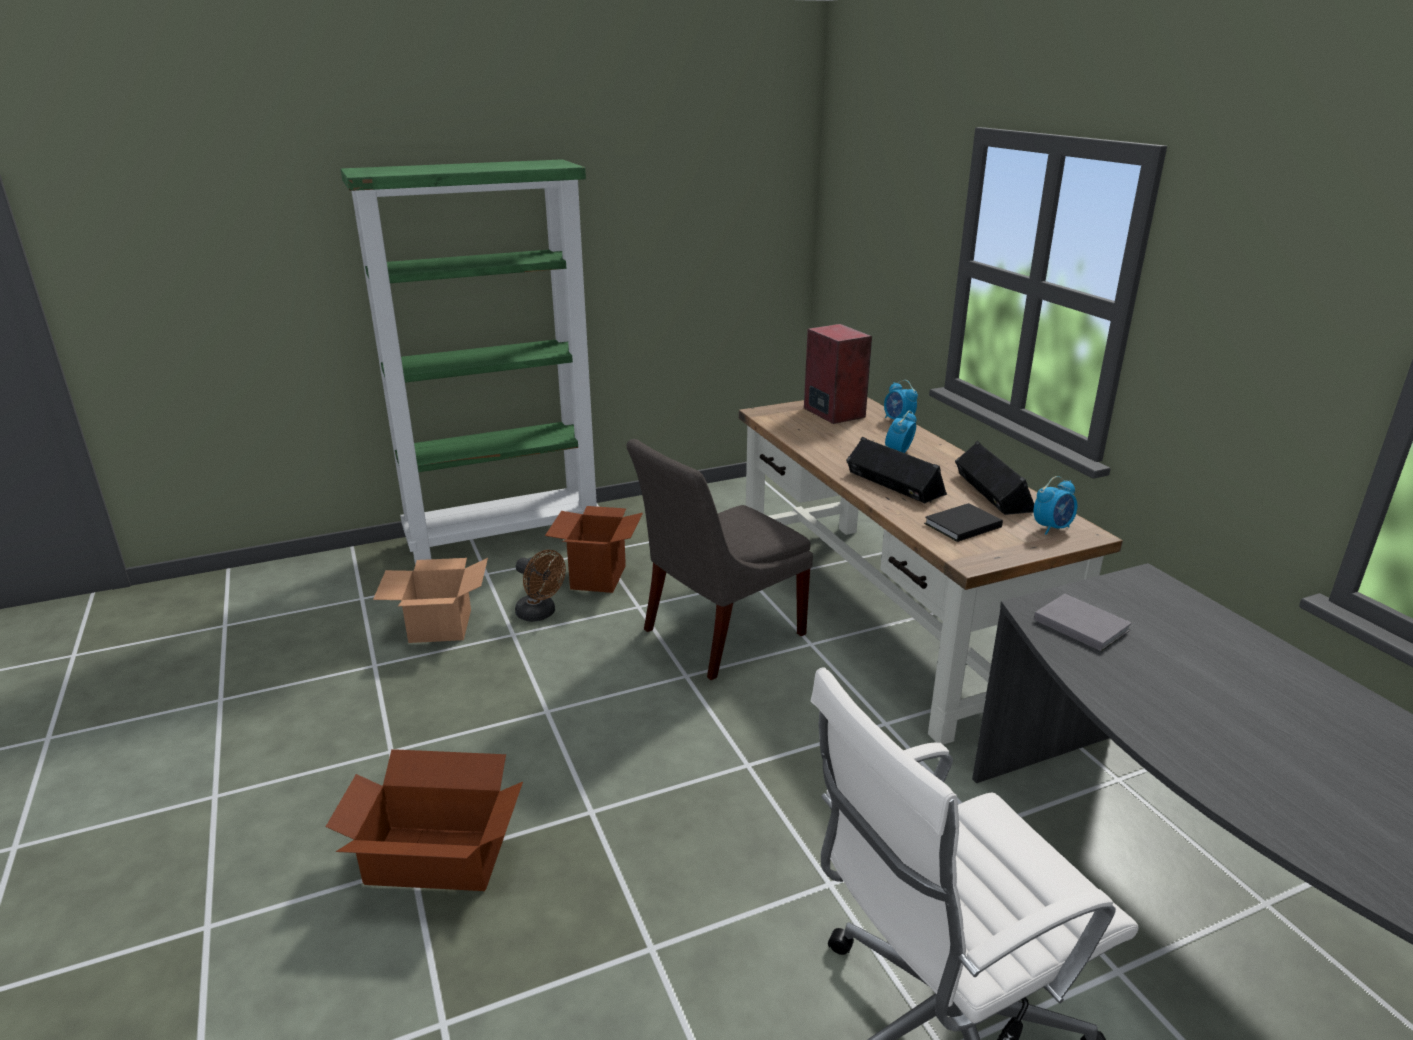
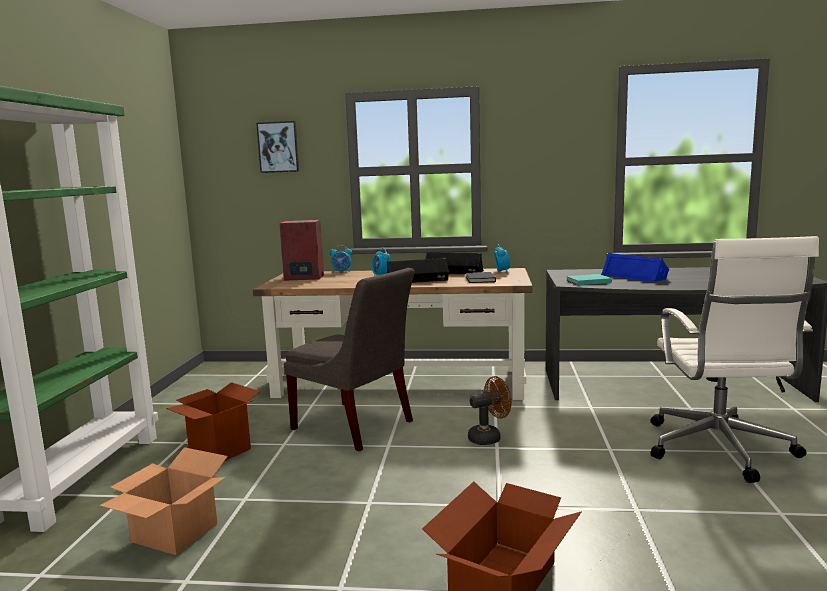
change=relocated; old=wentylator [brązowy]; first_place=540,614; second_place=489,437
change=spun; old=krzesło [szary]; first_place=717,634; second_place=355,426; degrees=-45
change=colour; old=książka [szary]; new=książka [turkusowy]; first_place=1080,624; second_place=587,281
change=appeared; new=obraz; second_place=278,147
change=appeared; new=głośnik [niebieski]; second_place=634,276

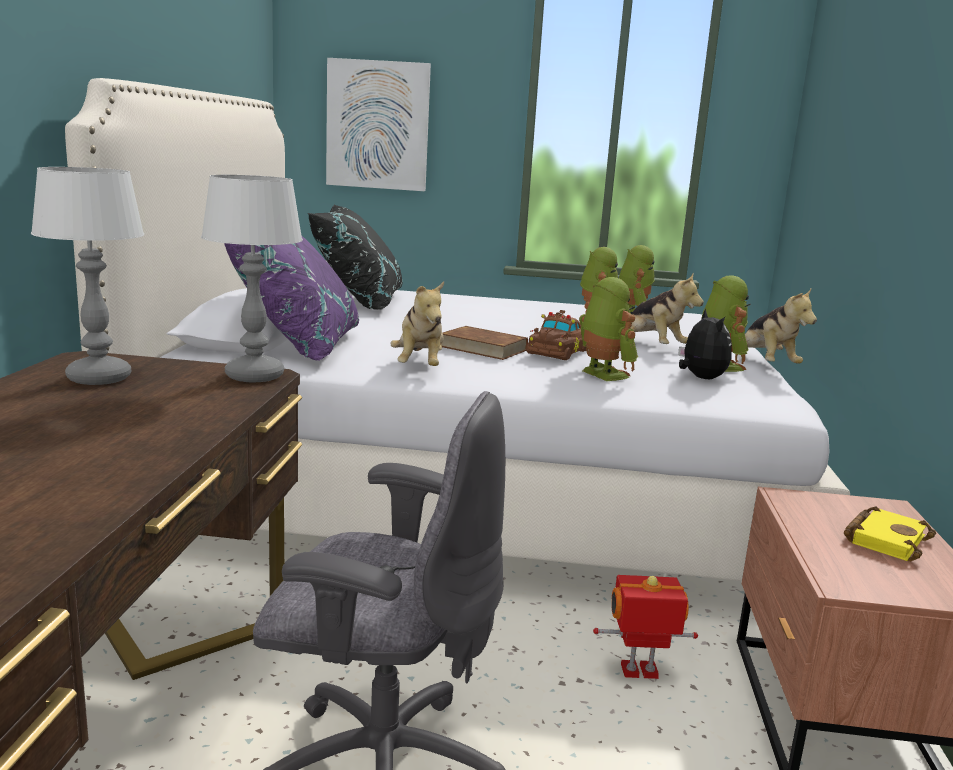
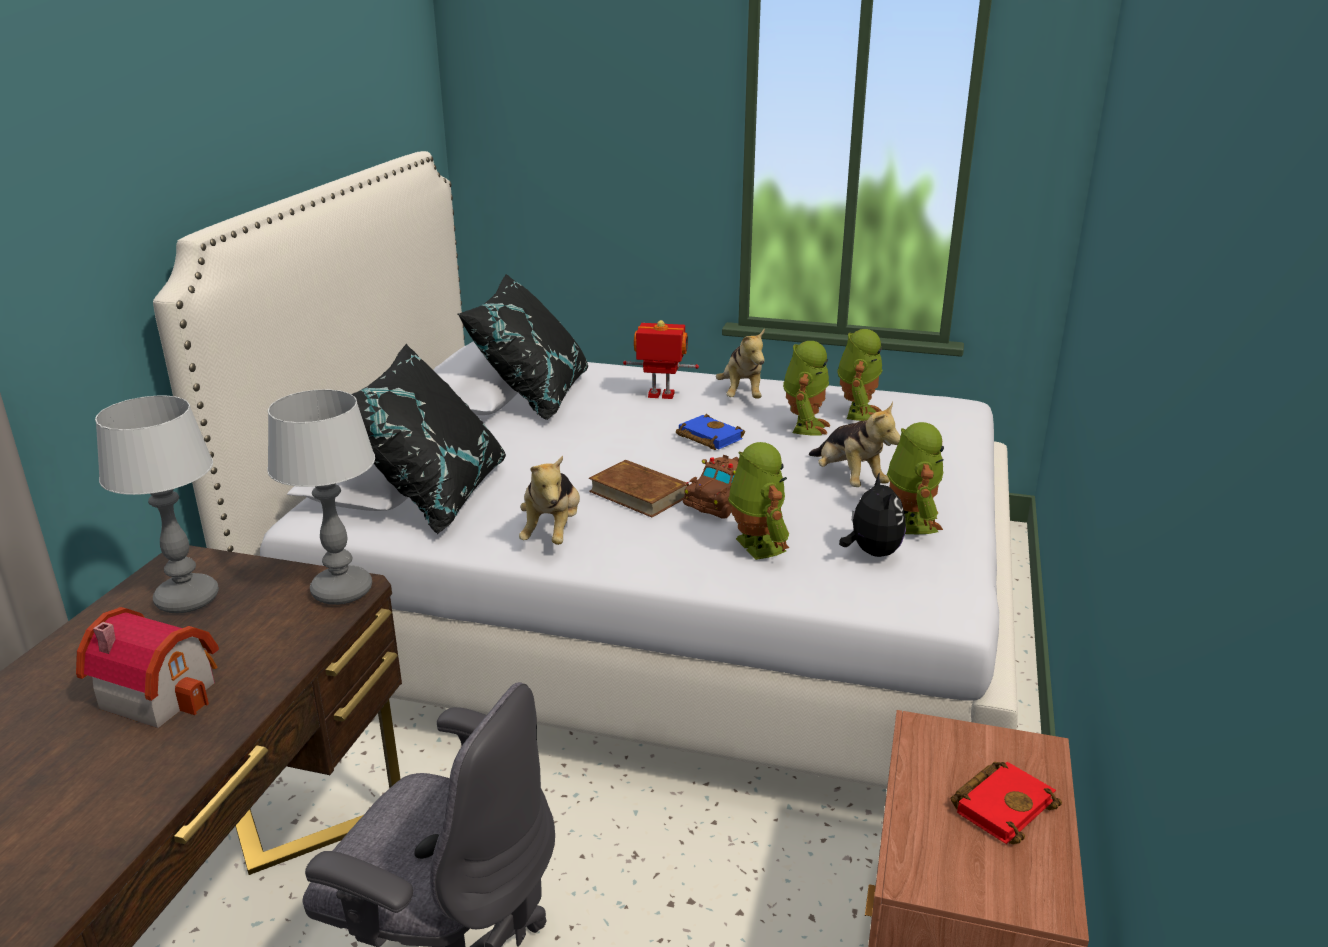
change=colour; old=poduszka [fioletowy]; new=poduszka [czarny]; first_place=298,346; second_place=432,495
change=missing; old=obraz; first_place=378,125
change=relocated; old=robot zabawkowy; first_place=639,672; second_place=661,396
change=relocated; old=pluszak; first_place=765,364; second_place=741,395
change=colour; old=książka [żółty]; new=książka [czerwony]; first_place=885,539; second_place=1002,805
change=appeared; new=domek; second_place=161,691
change=appeared; new=książka [niebieski]; second_place=707,437

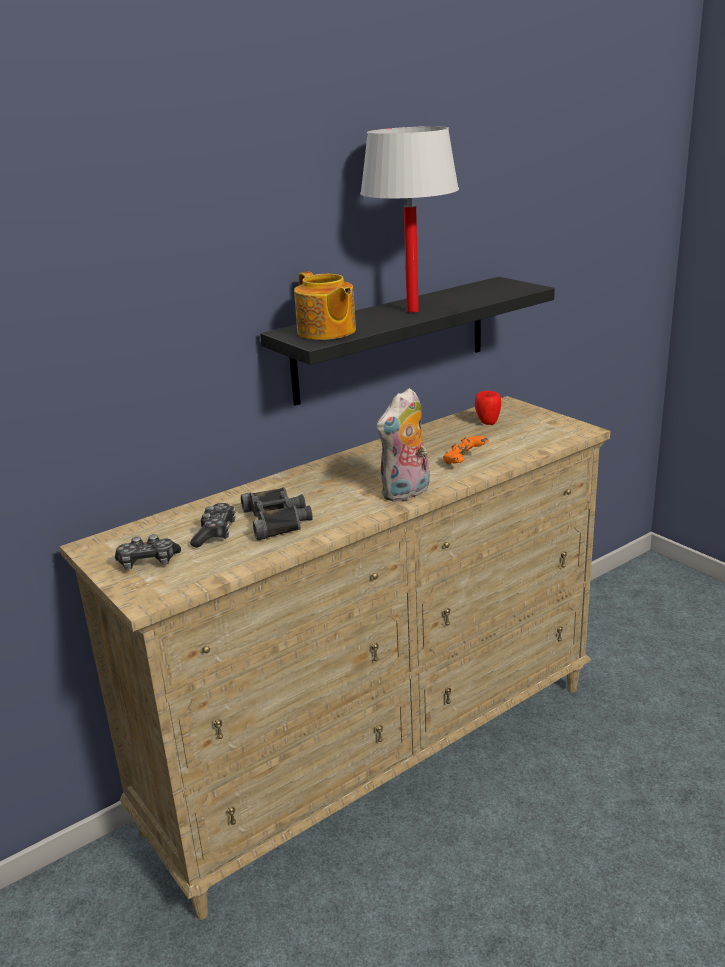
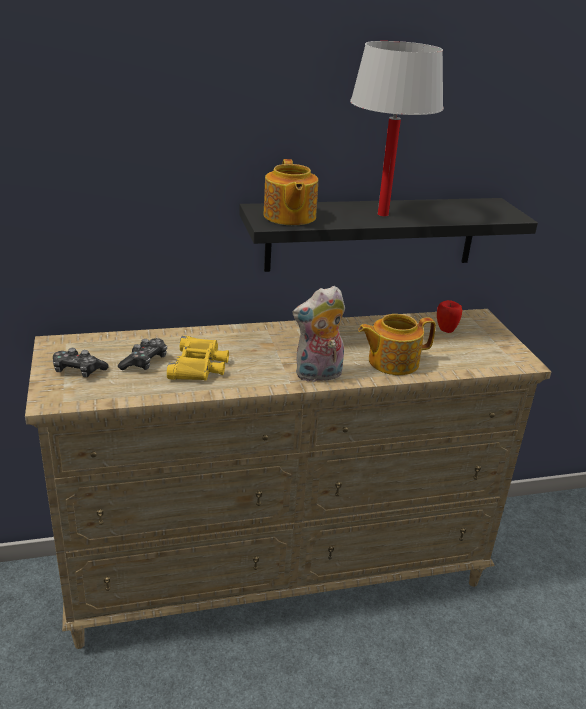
change=colour; old=lornetka [czarny]; new=lornetka [żółty]; first_place=277,520; second_place=199,366
change=exchanged; old=pad do gier [pomarańczowy]; new=imbryk; first_place=464,462; second_place=392,362

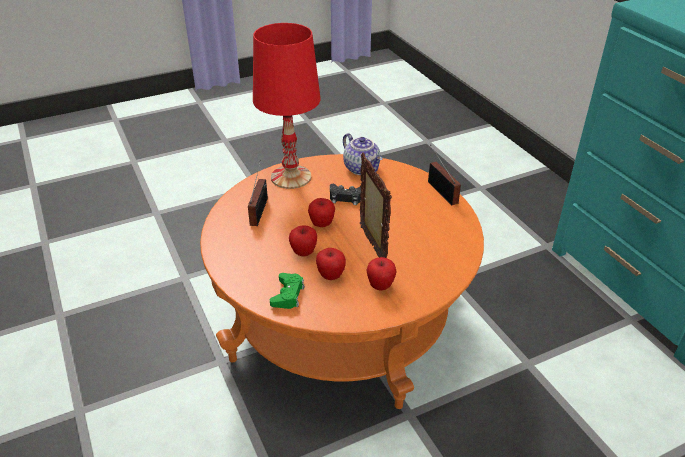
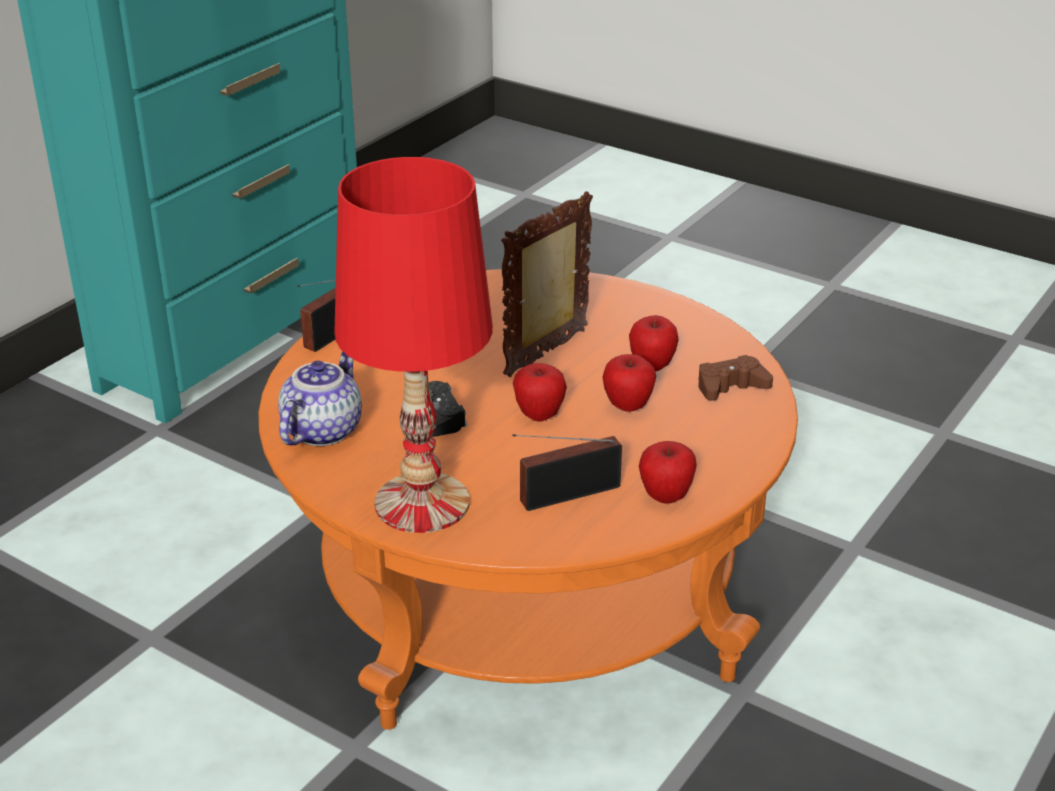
change=colour; old=pad do gier [zielony]; new=pad do gier [brązowy]; first_place=288,295; second_place=730,386
change=relocated; old=jabłko; first_place=380,286; second_place=665,496

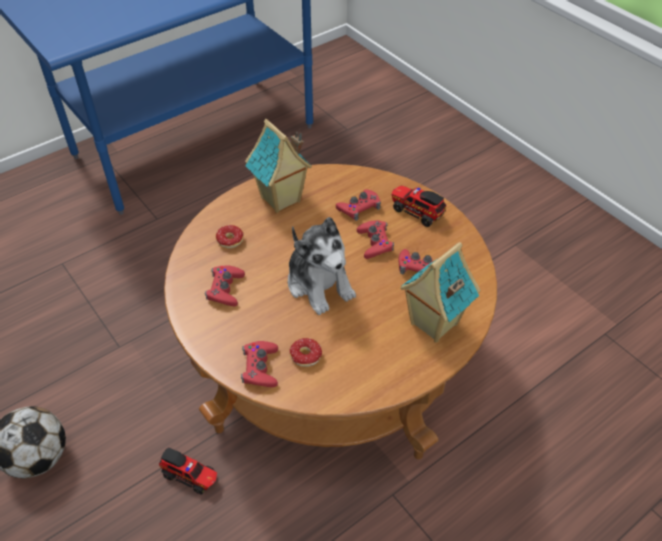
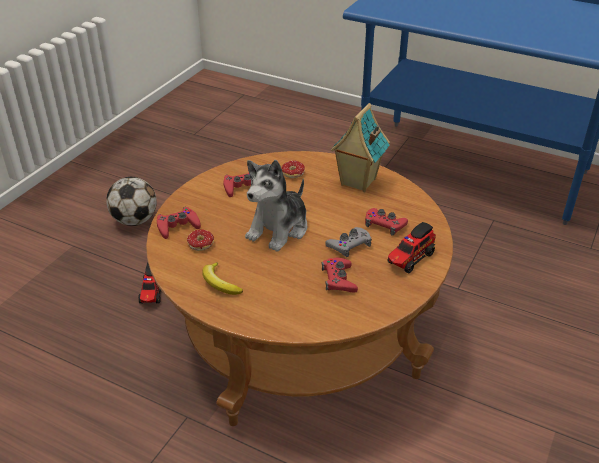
change=colour; old=pad do gier [czerwony]; new=pad do gier [szary]; first_place=375,242; second_place=349,245
change=spun; old=ciężarówka zabawkowa; first_place=416,212; second_place=409,259; degrees=-150
change=missing; old=domek; first_place=432,324
change=appeared; new=banan; second_place=220,283

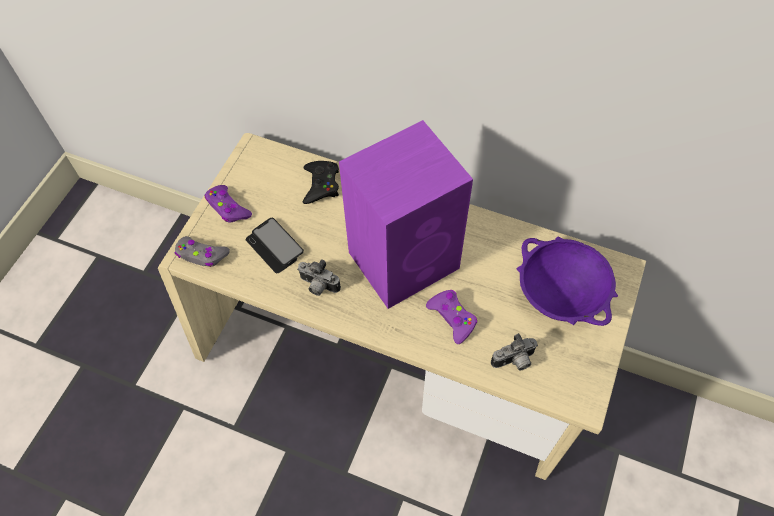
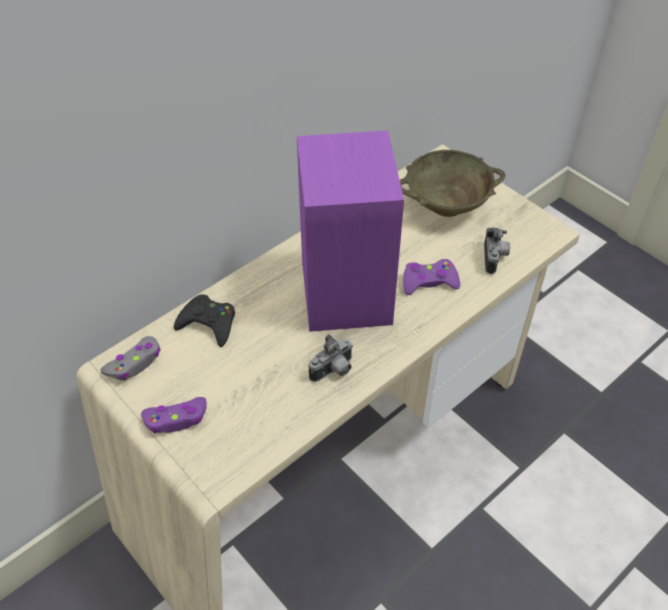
change=relocated; old=pad do gier [szary]; first_place=202,255; second_place=134,363
change=missing; old=telefon; first_place=274,246
change=colour; old=miska [fioletowy]; new=miska [beżowy]; first_place=560,296; second_place=447,205

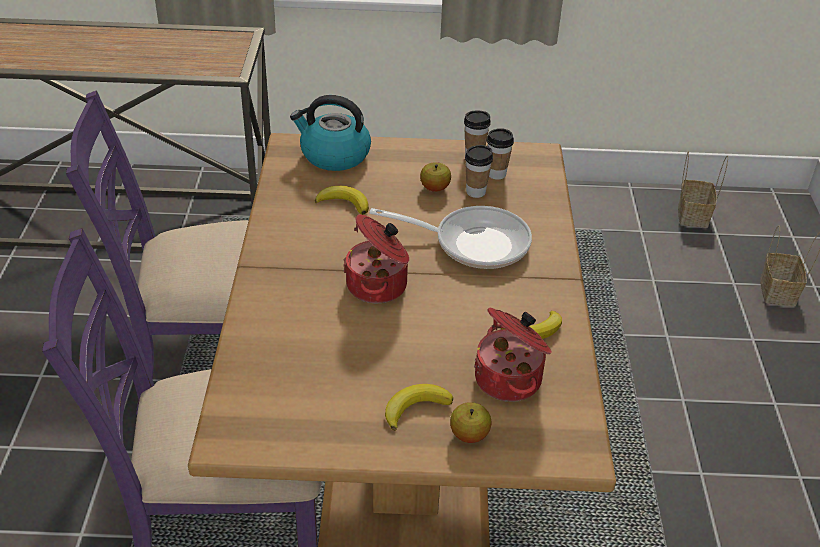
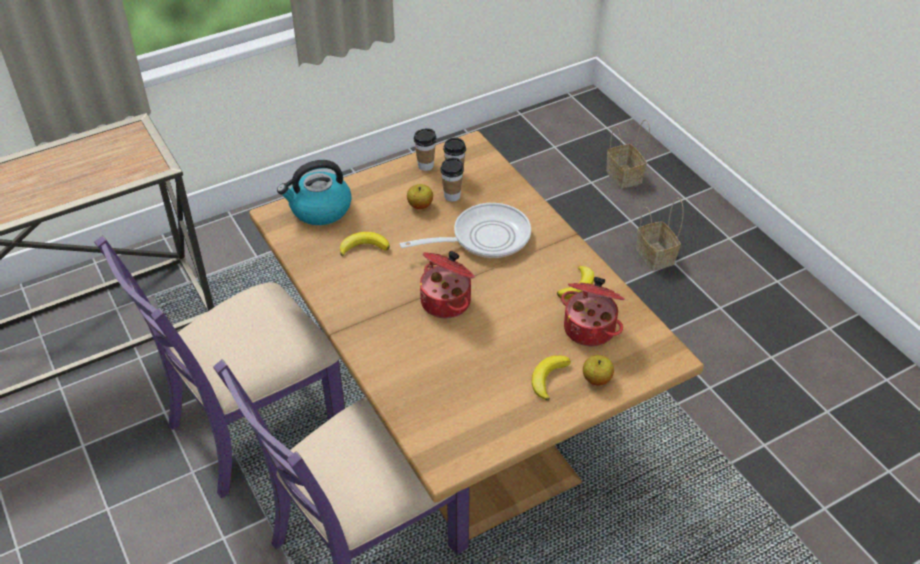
change=relocated; old=koszyk; first_place=692,214; second_place=654,255

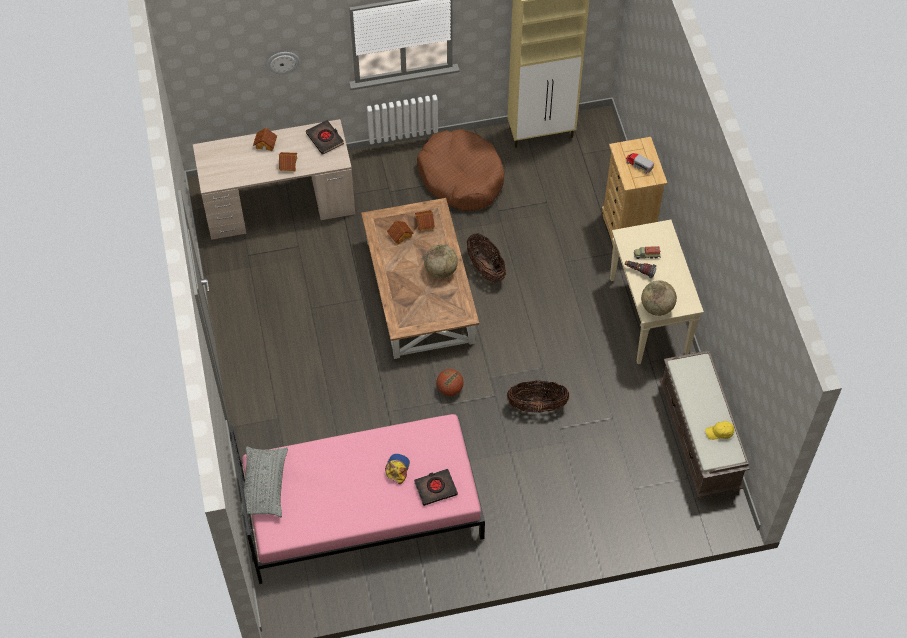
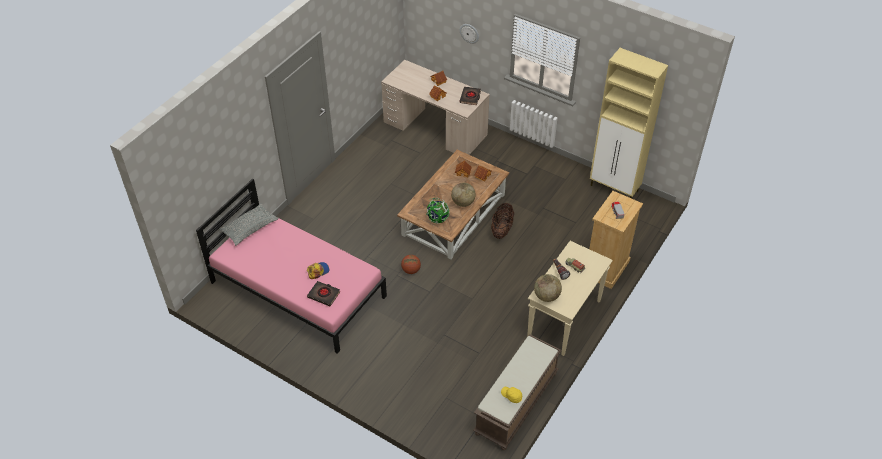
change=missing; old=legowisko [brązowy]; first_place=461,177
change=missing; old=koszyk; first_place=537,406
change=appeared; new=globus; second_place=437,219

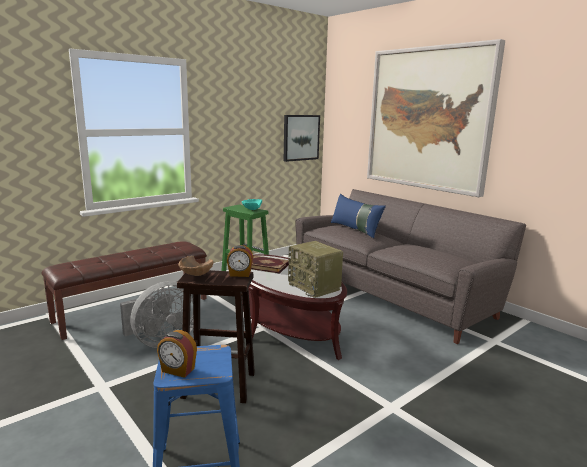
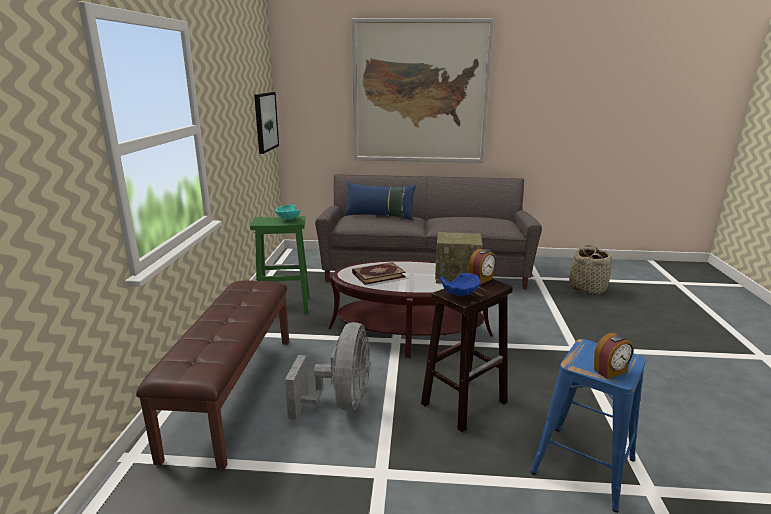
change=colour; old=miska [brązowy]; new=miska [niebieski]; first_place=195,276; second_place=460,296
change=appeared; new=koszyk; second_place=587,288

